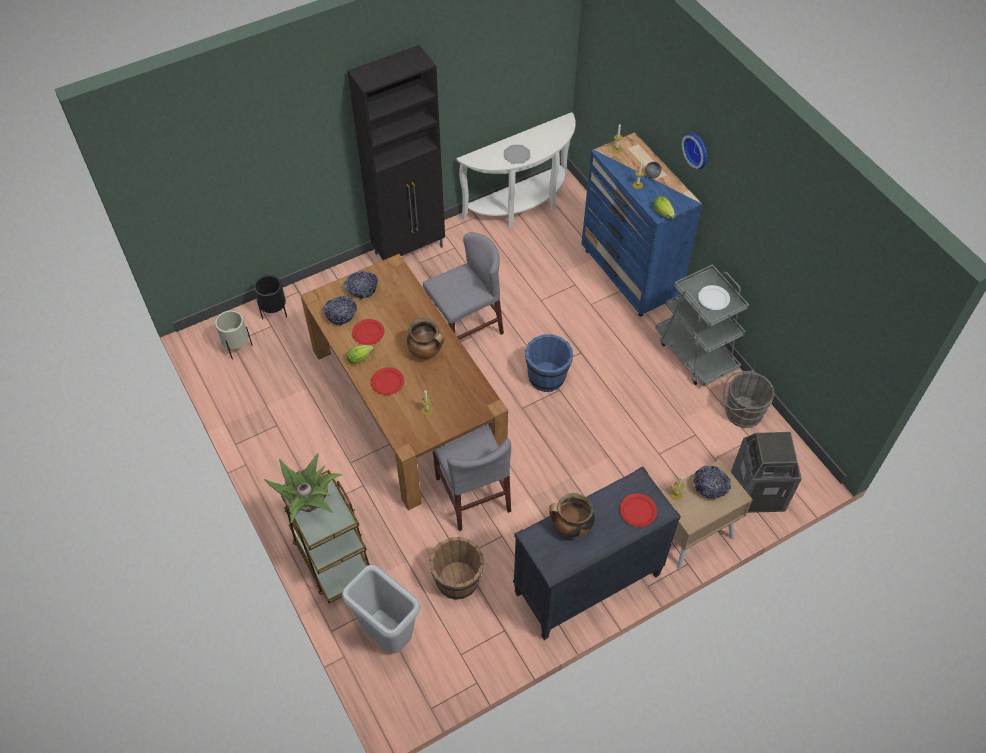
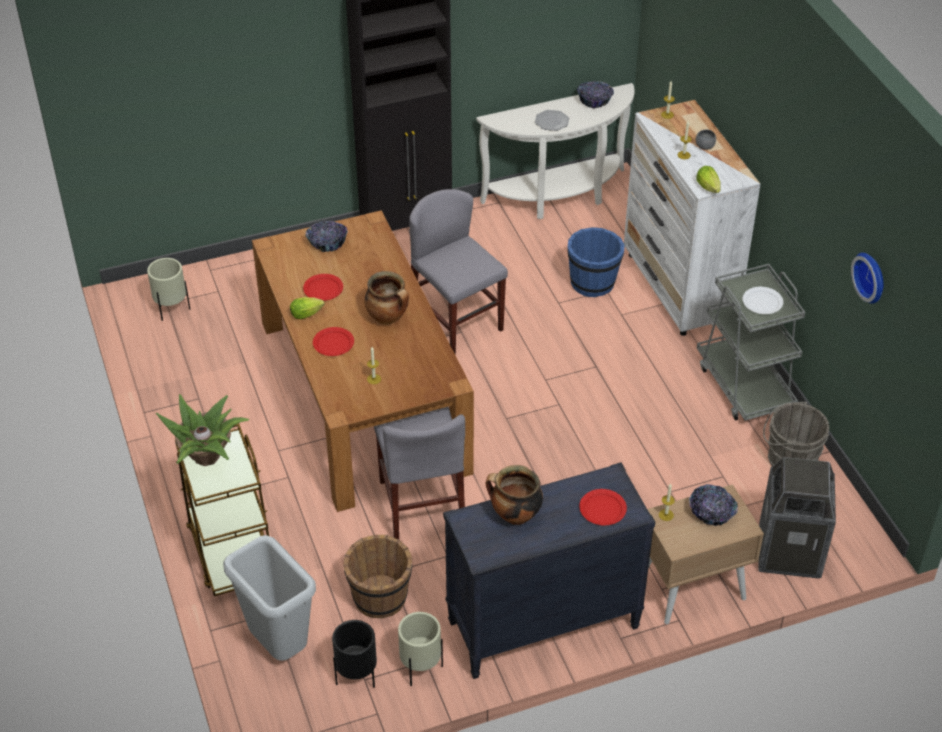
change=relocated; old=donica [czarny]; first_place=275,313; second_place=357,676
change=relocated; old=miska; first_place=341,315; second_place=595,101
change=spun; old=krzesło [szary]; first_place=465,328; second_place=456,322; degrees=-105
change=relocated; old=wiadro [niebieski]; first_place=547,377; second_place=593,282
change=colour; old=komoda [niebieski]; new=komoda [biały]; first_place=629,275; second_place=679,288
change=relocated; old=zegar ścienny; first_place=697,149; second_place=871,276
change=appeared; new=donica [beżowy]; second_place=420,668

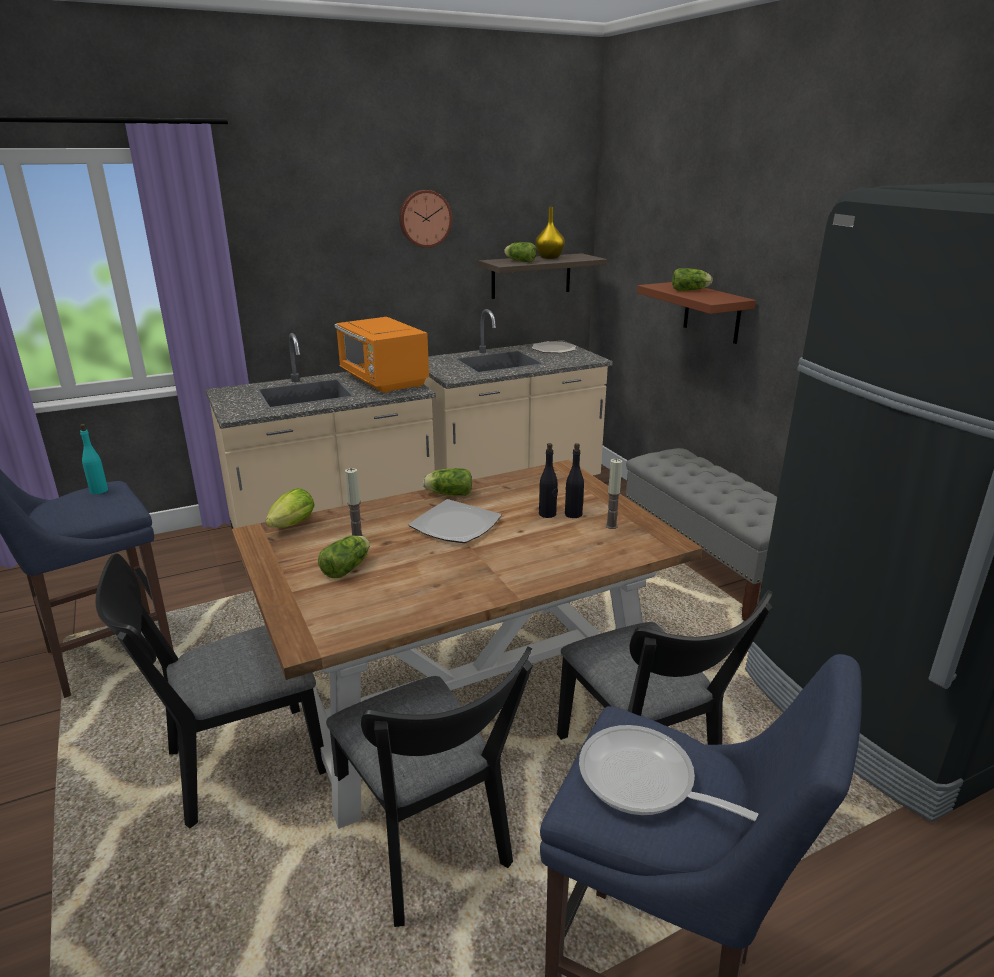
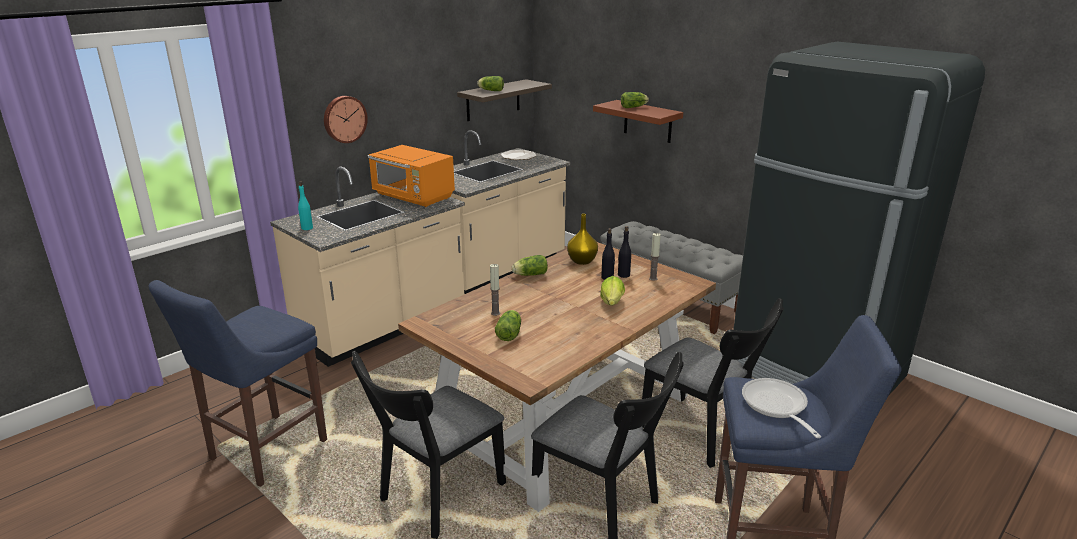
change=relocated; old=butelka [turkusowy]; first_place=99,491; second_place=307,228
change=relocated; old=sałata; first_place=290,526; second_place=611,304
change=relocated; old=zegar ścienny; first_place=424,218; second_place=344,119
change=missing; old=talerz; first_place=456,525
change=relocated; old=wazon [żółty]; first_place=549,257; second_place=582,261
change=spun; old=patelnia; first_place=646,783; second_place=776,406; degrees=60

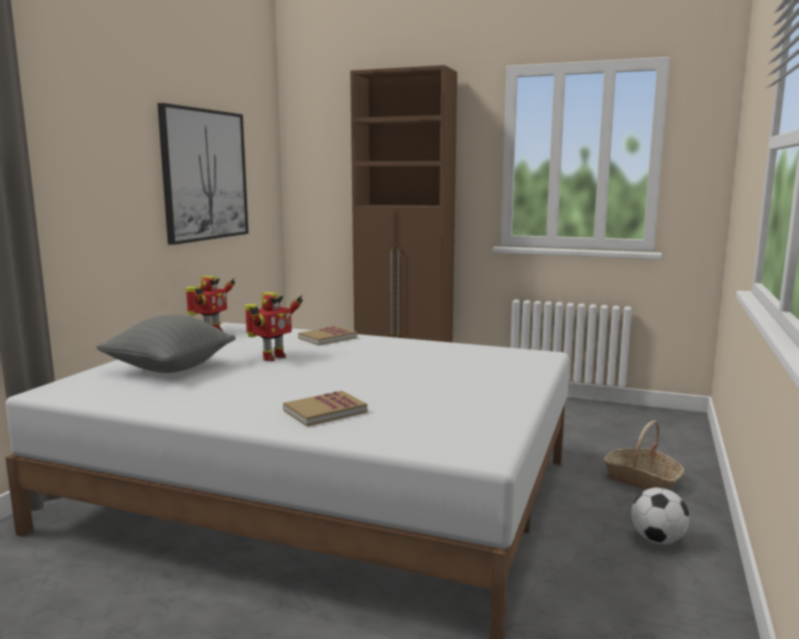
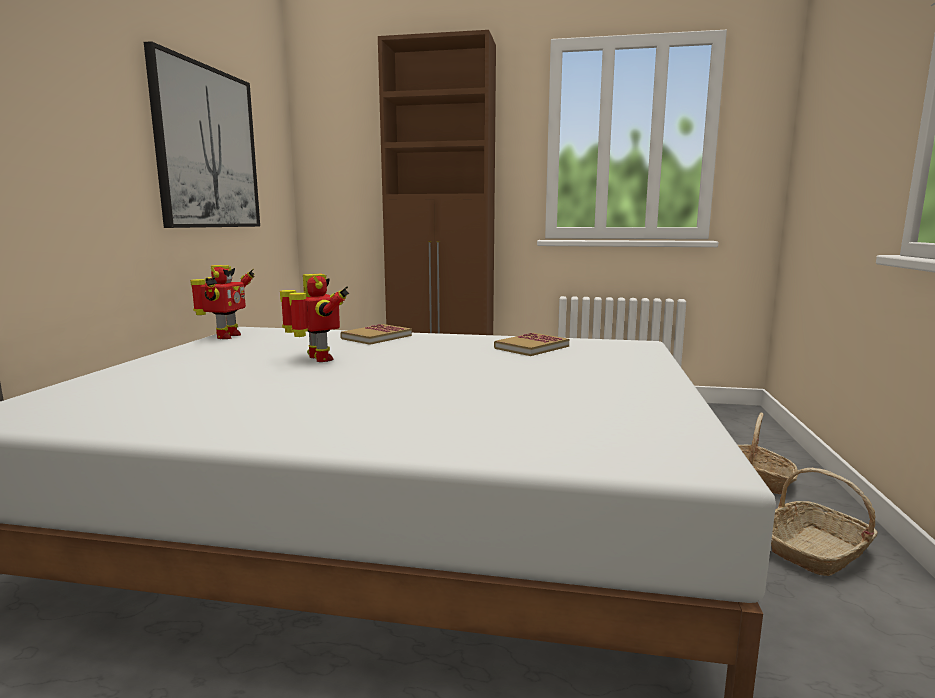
change=missing; old=poduszka [szary]; first_place=170,368
change=spun; old=robot zabawkowy; first_place=272,358; second_place=318,359; degrees=-60
change=relocated; old=książka; first_place=325,411; second_place=531,347
change=exchanged; old=piłka futbolowa; new=koszyk; first_place=657,540; second_place=816,551

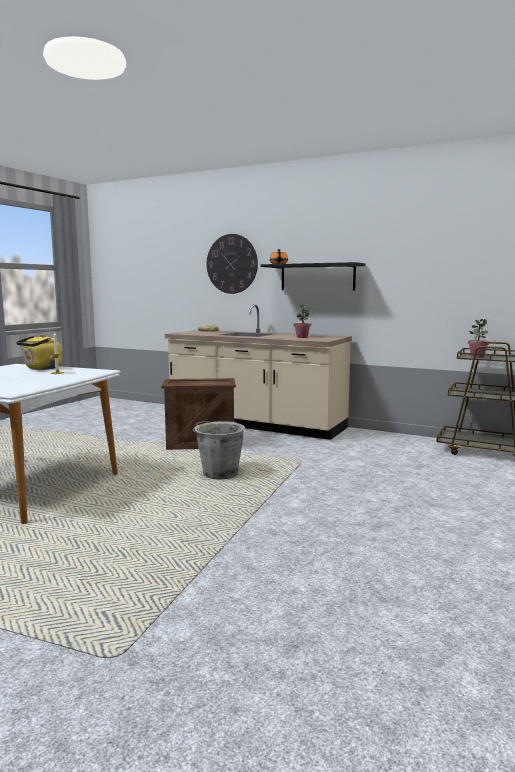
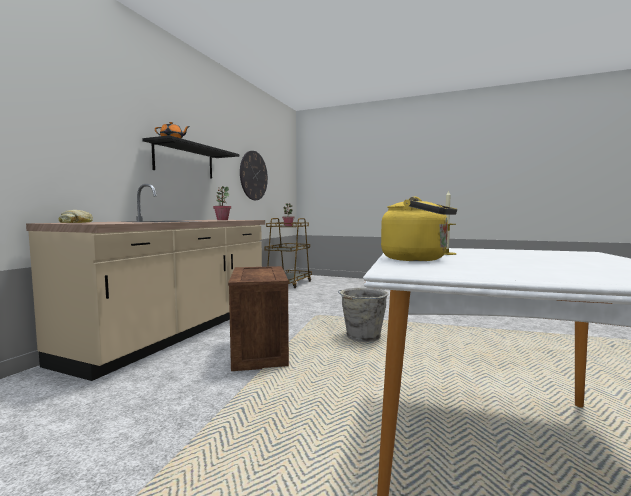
change=relocated; old=zegar ścienny; first_place=232,264; second_place=253,175

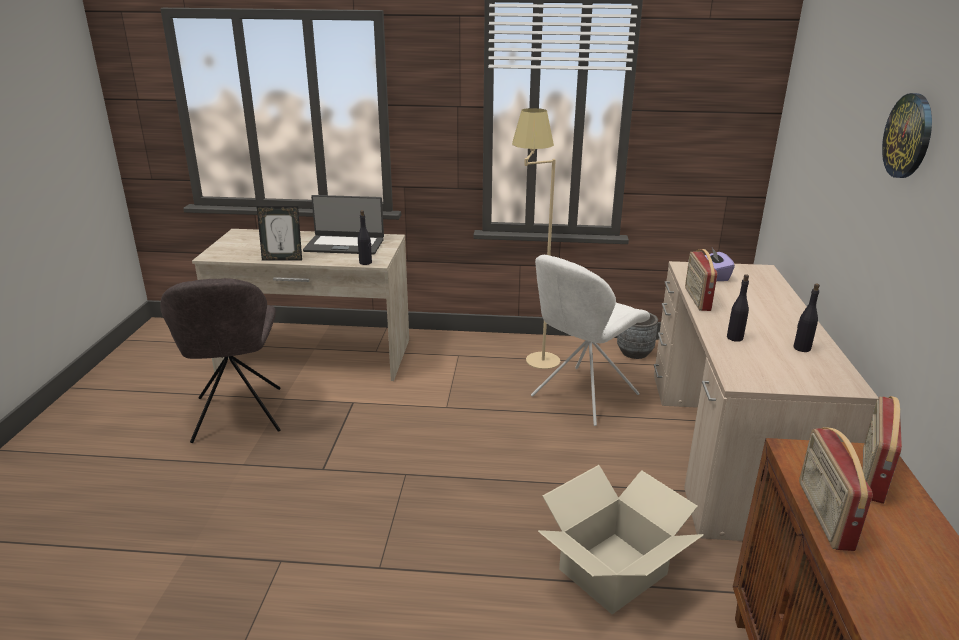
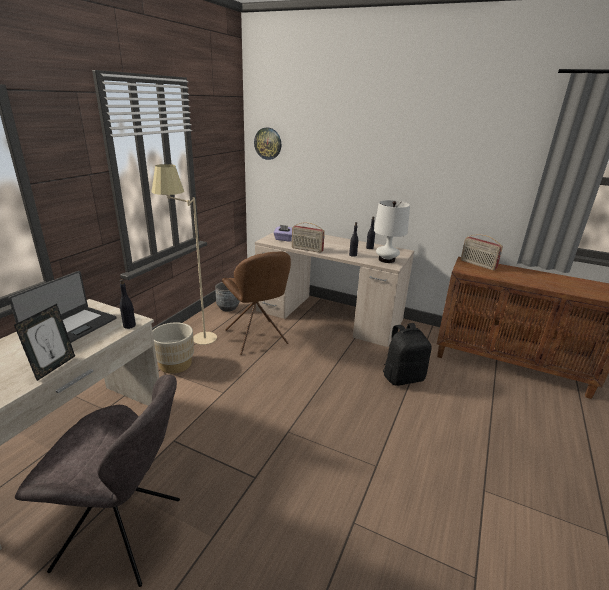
change=colour; old=krzesło [biały]; new=krzesło [brązowy]; first_place=582,397; second_place=257,338
change=exchanged; old=karton; new=plecak [czarny]; first_place=614,572; second_place=403,377
change=missing; old=radio; first_place=823,515
change=relocated; old=zegar ścienny; first_place=908,136; second_place=268,143
change=appeared; new=donica [beżowy]; second_place=175,364
change=appeared; new=lampa stołowa [biały]; second_place=386,260

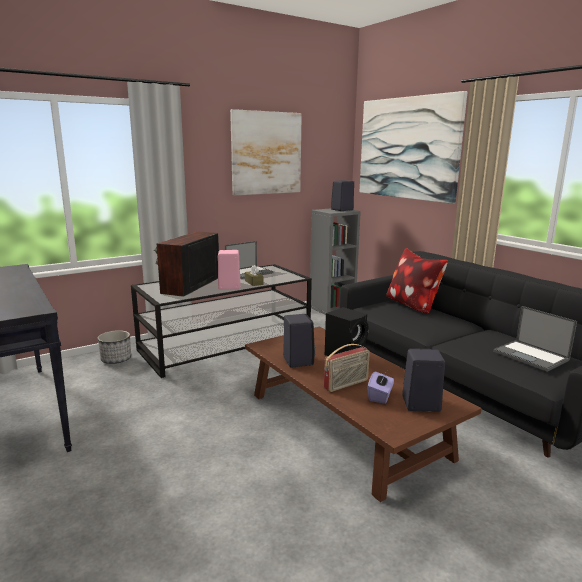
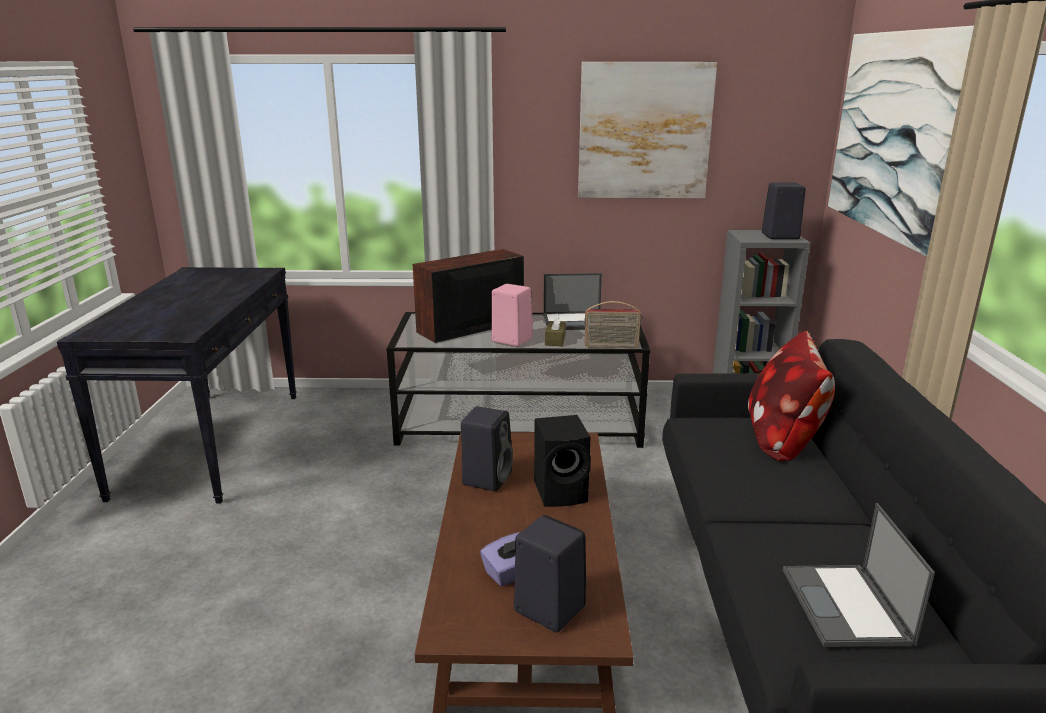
change=missing; old=donica; first_place=116,359
change=relocated; old=radio; first_place=346,384; second_place=611,346

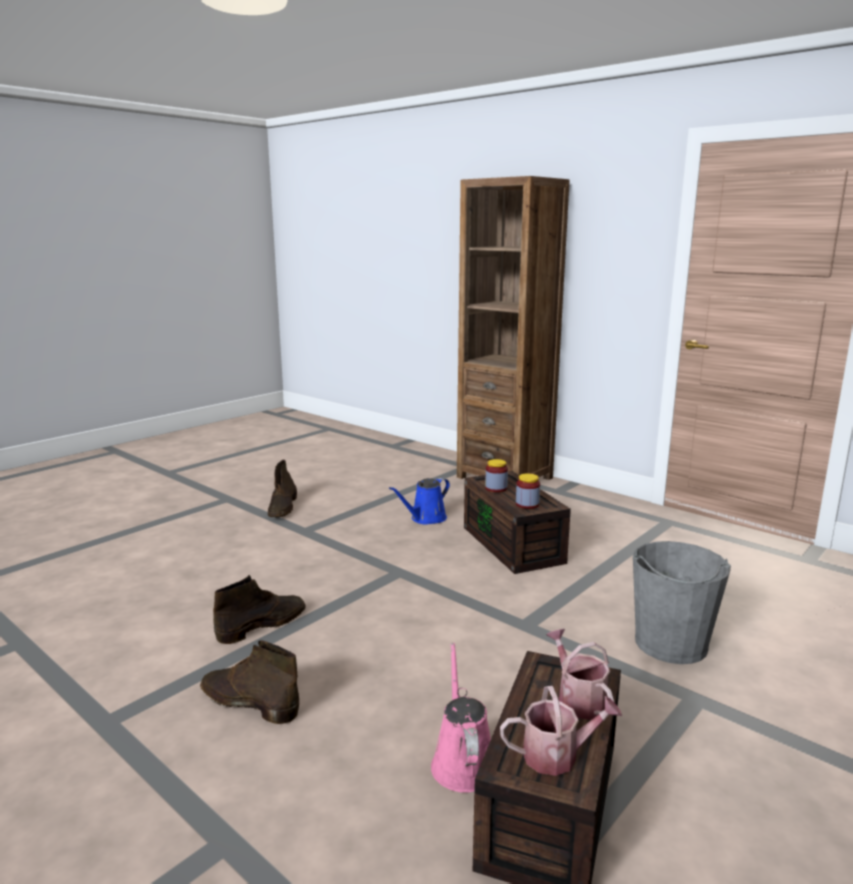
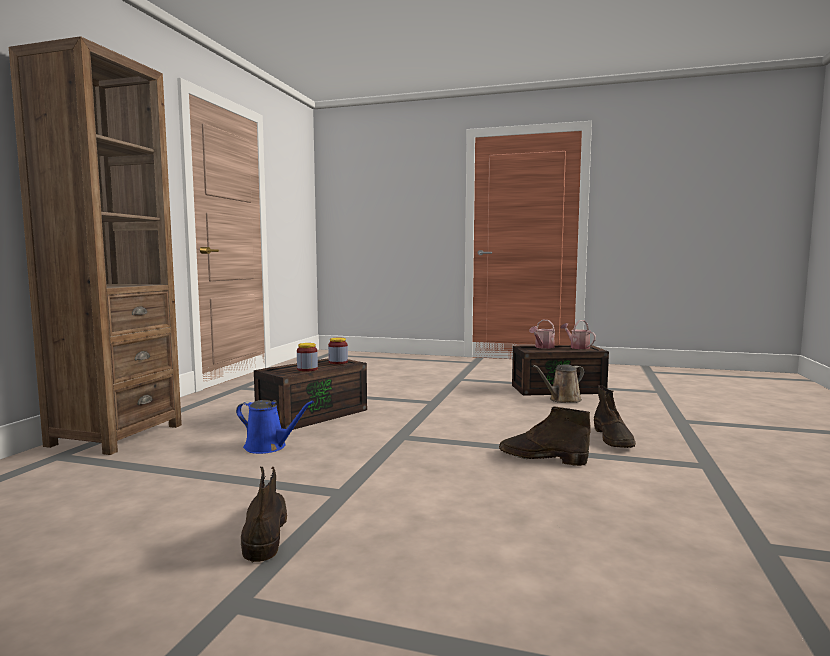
change=spun; old=but z cholewką [brązowy]; first_place=283,508; second_place=265,531; degrees=-75
change=colour; old=konewka [różowy]; new=konewka [brązowy]; first_place=462,762; second_place=562,400
change=missing; old=wiadro [szary]; first_place=670,644

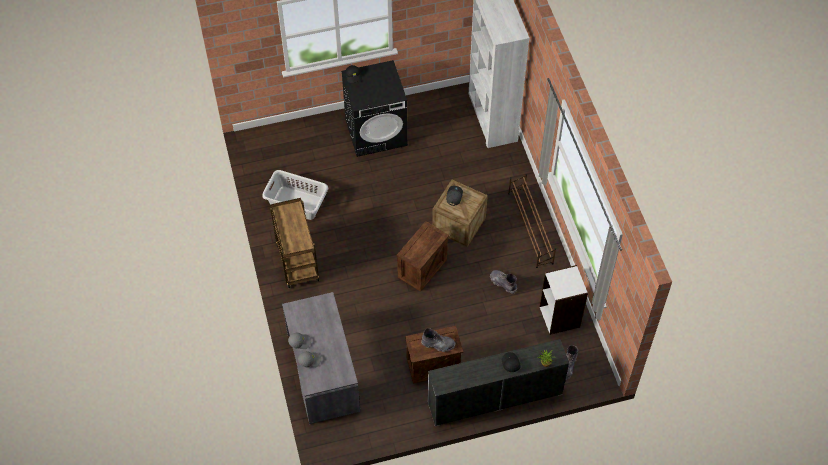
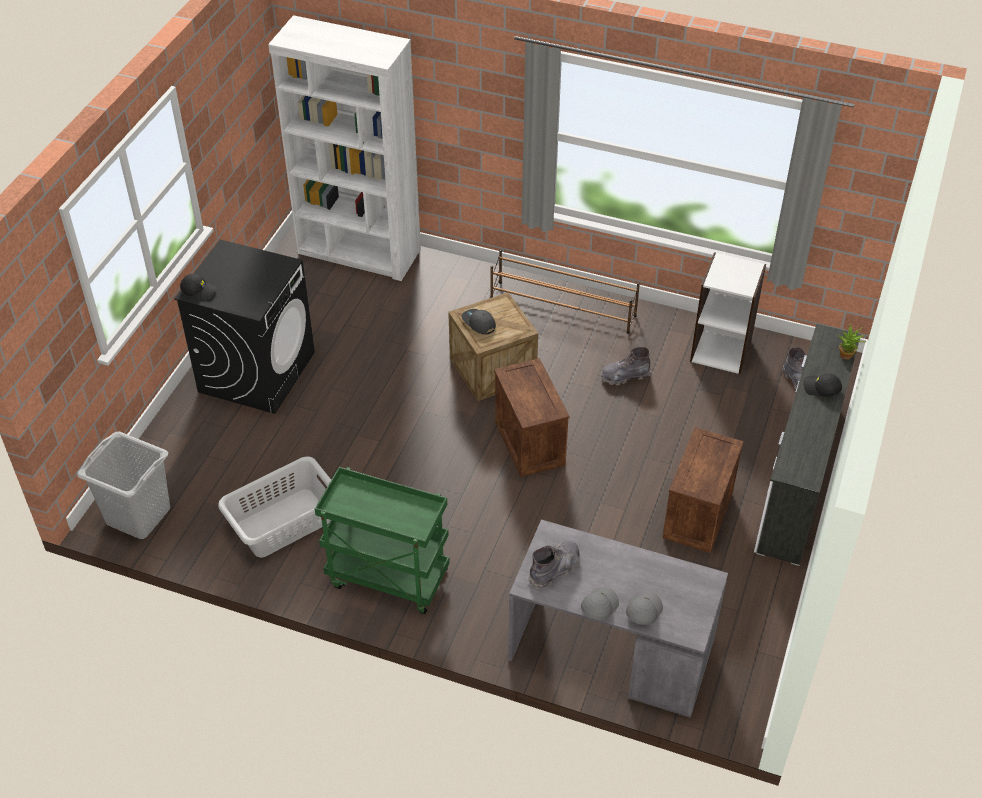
change=colour; old=wózek [brązowy]; new=wózek [zielony]; first_place=296,261; second_place=386,578
change=relocated; old=but z cholewką [szary]; first_place=438,344; second_place=555,568
change=appeared; new=kosz na pranie [szary]; second_place=138,515

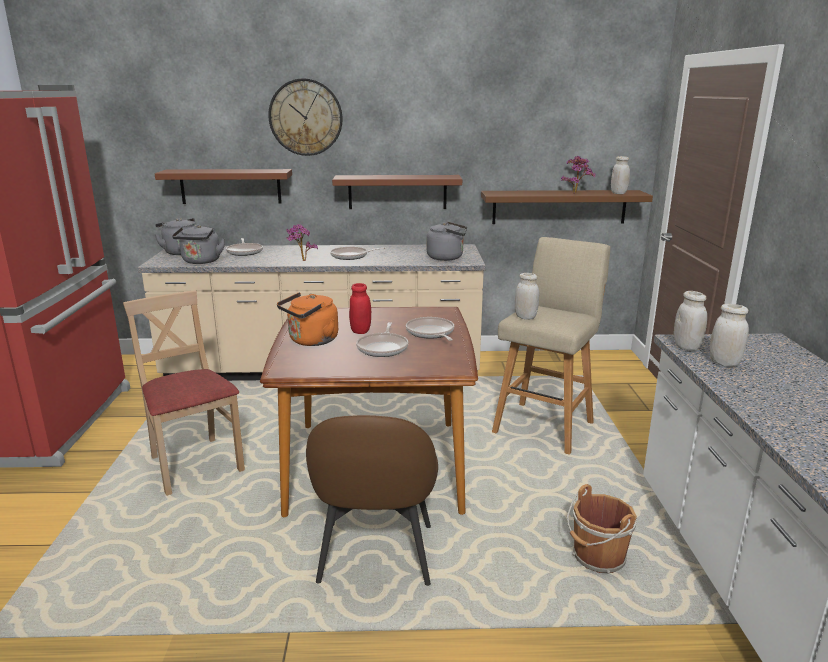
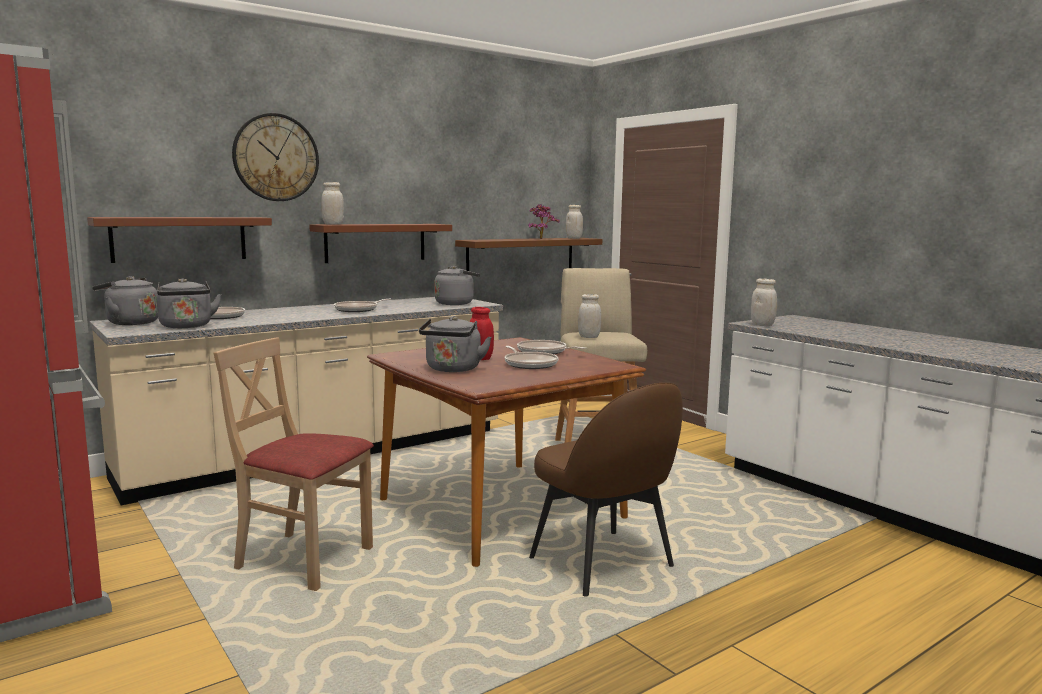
change=colour; old=czajnik [pomarańczowy]; new=czajnik [szary]; first_place=311,341; second_place=453,369
change=missing; old=roślina doniczkowa; first_place=301,261
change=missing; old=wiadro [brązowy]; first_place=597,558
change=relocated; old=słoik [biały]; first_place=724,363; second_place=333,224

